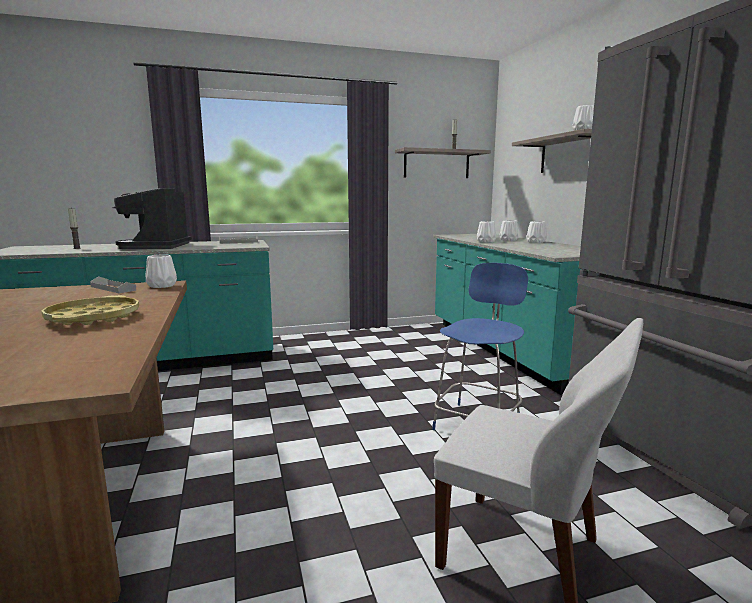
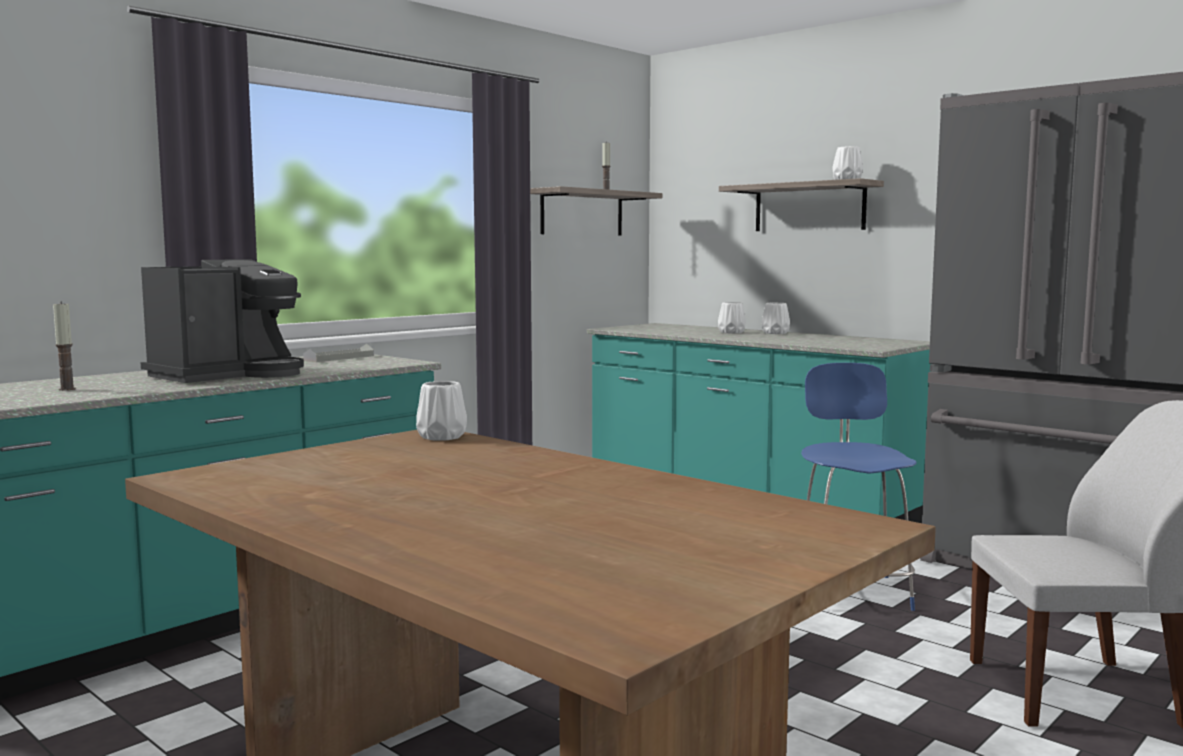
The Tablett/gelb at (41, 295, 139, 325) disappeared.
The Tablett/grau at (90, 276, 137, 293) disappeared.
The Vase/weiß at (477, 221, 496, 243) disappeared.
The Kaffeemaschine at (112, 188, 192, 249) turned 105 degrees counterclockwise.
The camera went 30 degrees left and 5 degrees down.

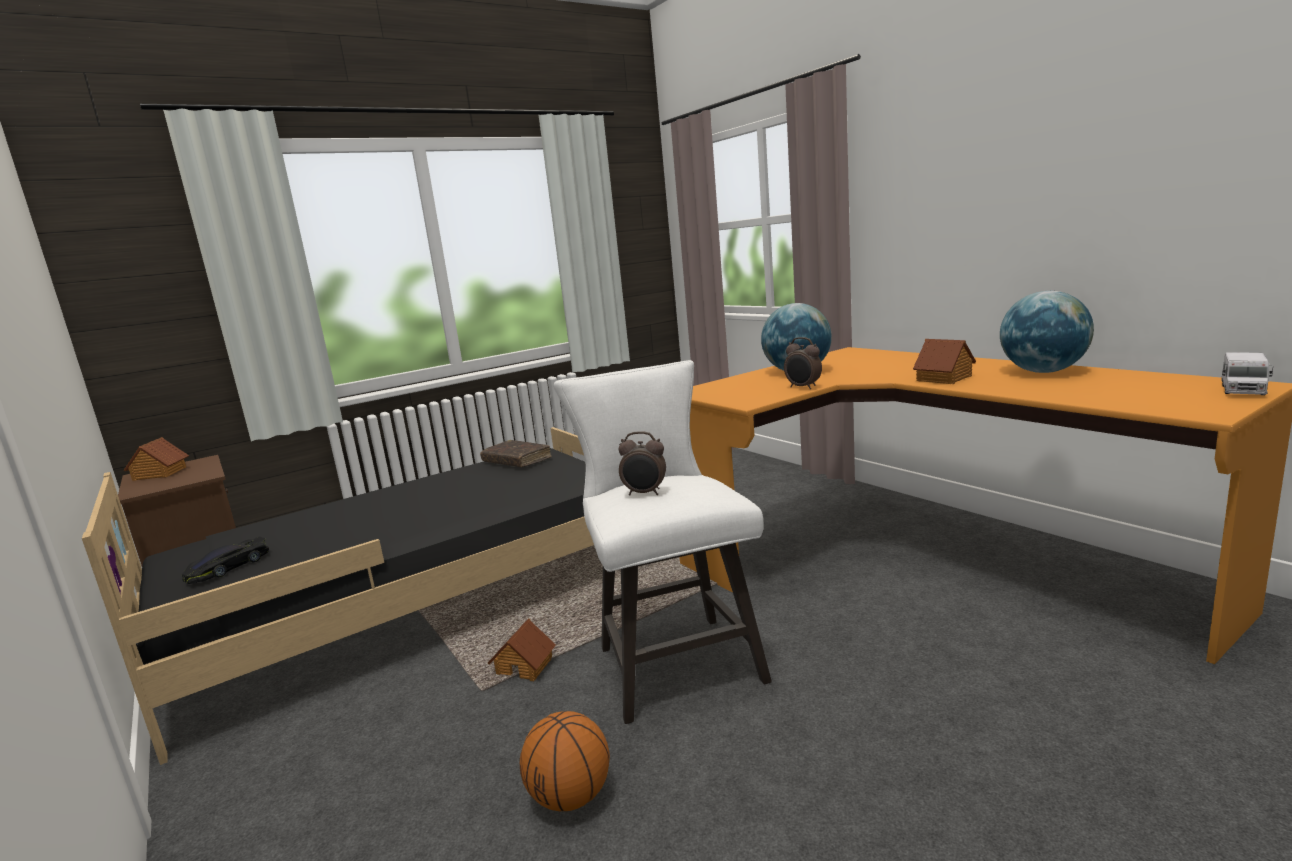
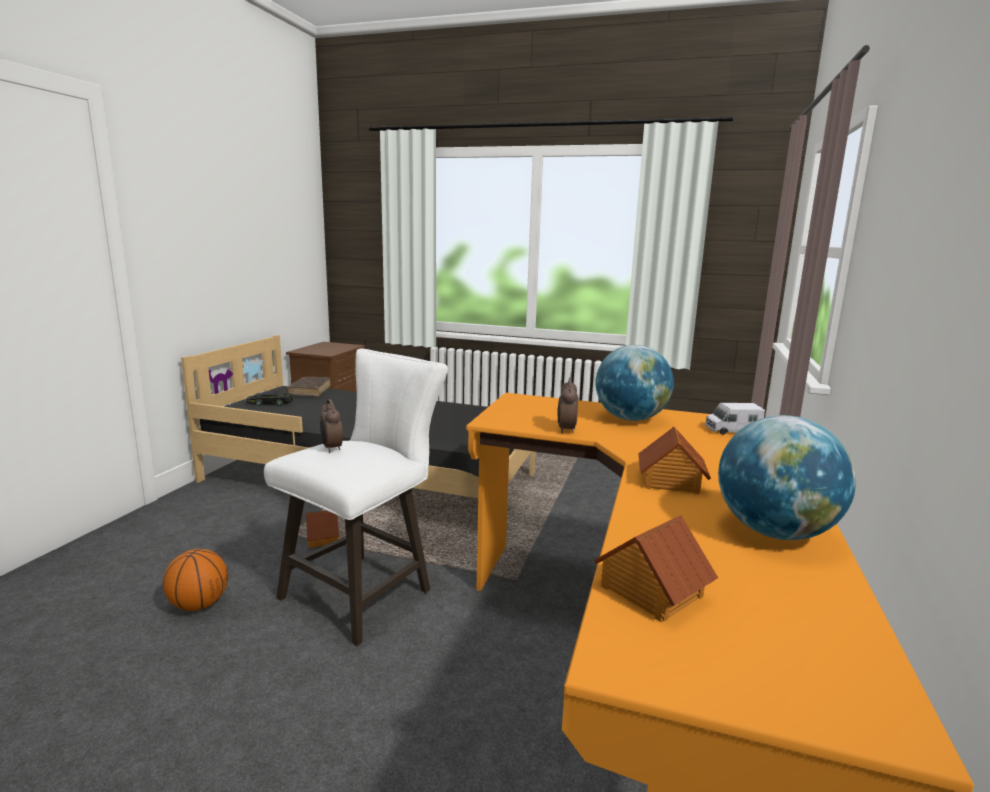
The Spielzeughaus moved from (124, 437, 189, 481) to (594, 515, 718, 622).
The Buch/braun moved from (480, 440, 552, 467) to (287, 377, 331, 397).
The Spielzeuglaster moved from (1221, 352, 1273, 395) to (705, 403, 765, 435).
The camera went 50 degrees right and 0 degrees up.

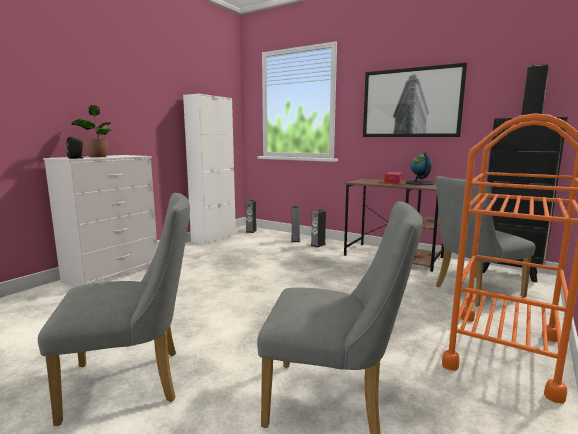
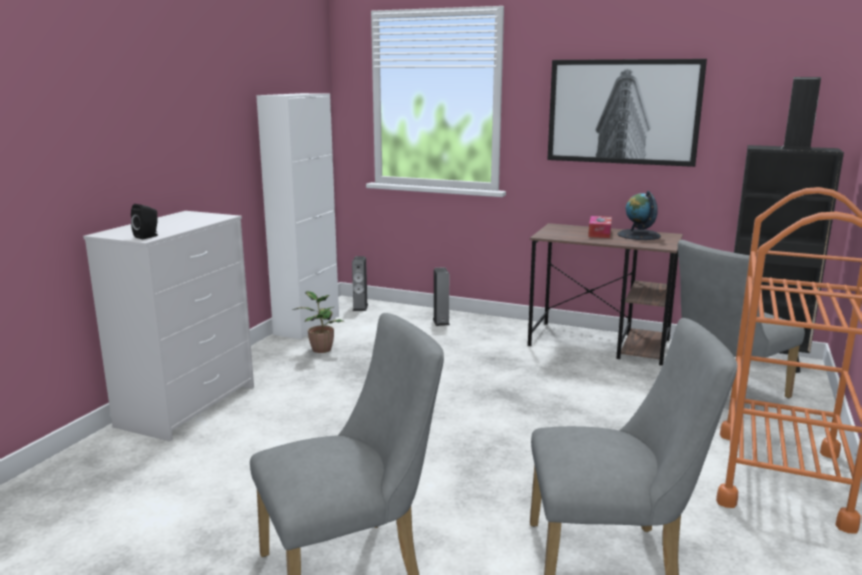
The Lautsprecher at (311, 209, 326, 248) disappeared.
The Topfpflanze moved from (72, 105, 114, 157) to (292, 291, 344, 353).
The camera went 10 degrees left and 5 degrees up.

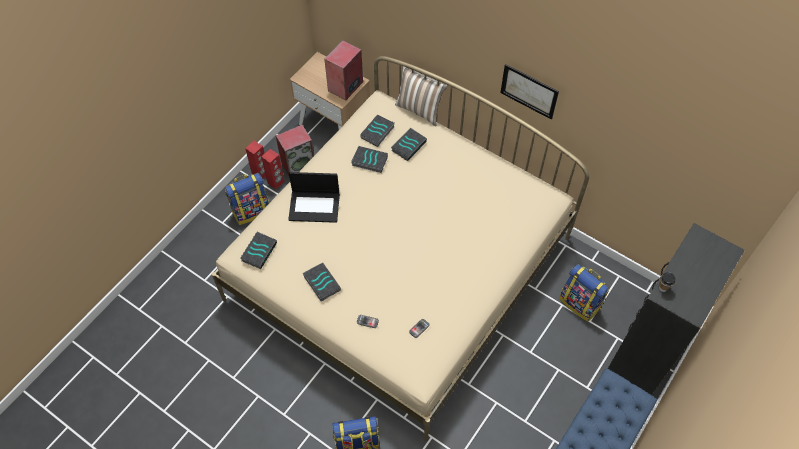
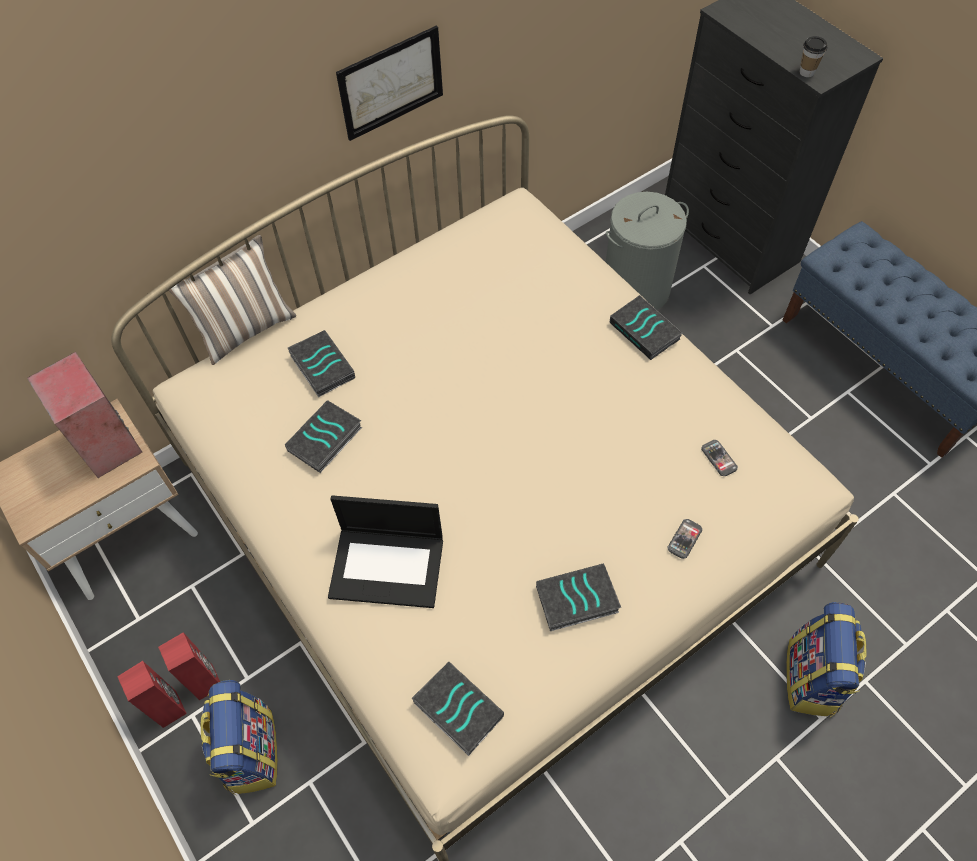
The Lautsprecher at (276, 125, 314, 175) disappeared.
The Buch moved from (360, 114, 394, 147) to (610, 295, 683, 360).
The Rucksack at (559, 264, 609, 322) was replaced by the Wäschekorb/grau at (606, 192, 689, 310).
The Laptop at (288, 172, 340, 223) turned 75 degrees clockwise.
The camera went 70 degrees left and 0 degrees up.

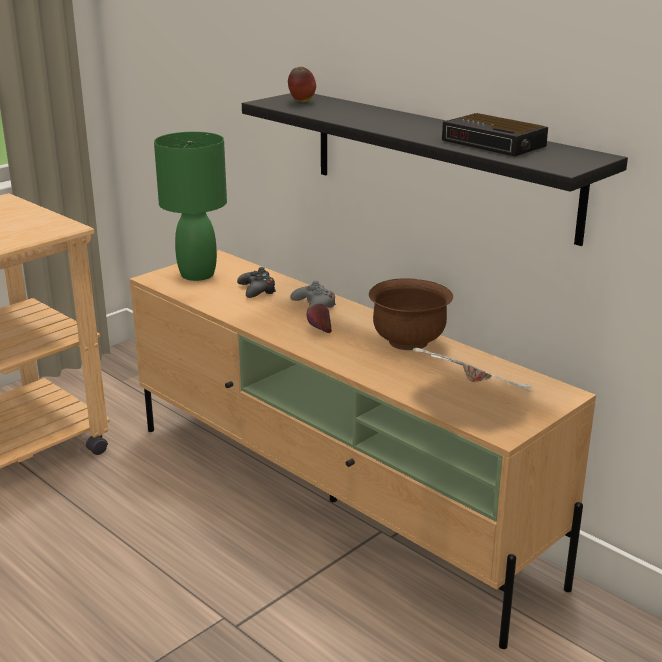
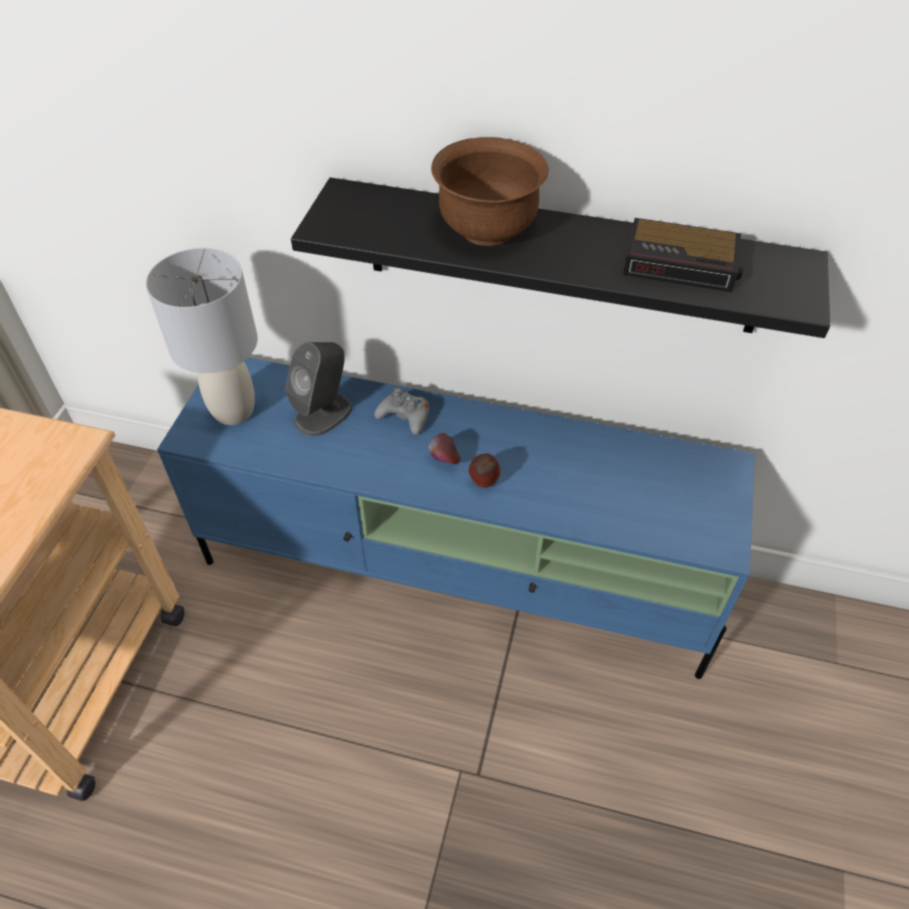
The Zeitung at (413, 348, 533, 393) disappeared.
The Apfel moved from (288, 67, 316, 102) to (469, 453, 500, 488).
The Schüssel/braun moved from (369, 278, 453, 350) to (431, 137, 549, 246).
The Gamepad/schwarz at (237, 267, 276, 298) was replaced by the Lautsprecher/grau at (285, 342, 352, 436).
The Fernsehschrank/beige at (130, 250, 596, 649) became the Fernsehschrank/blau at (157, 358, 755, 679).
The Tischlampe/grün at (154, 132, 227, 281) became the Tischlampe/grau at (146, 248, 258, 425).
The camera went 30 degrees left and 25 degrees up.

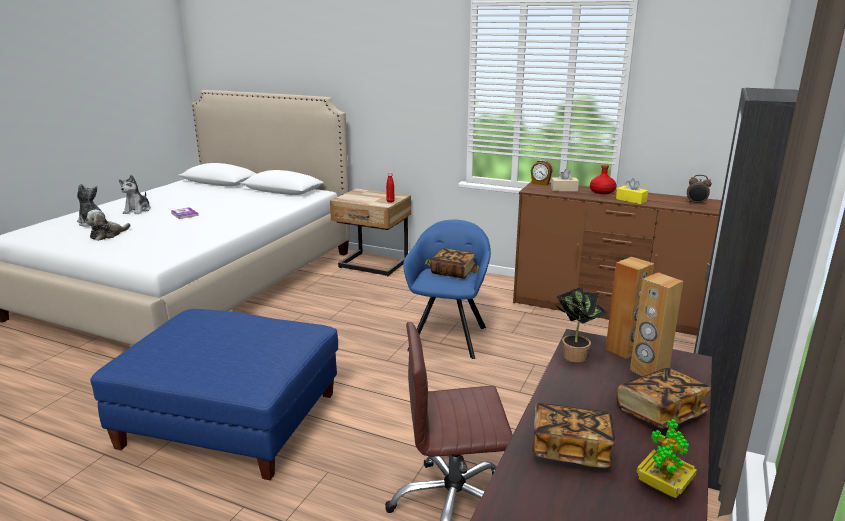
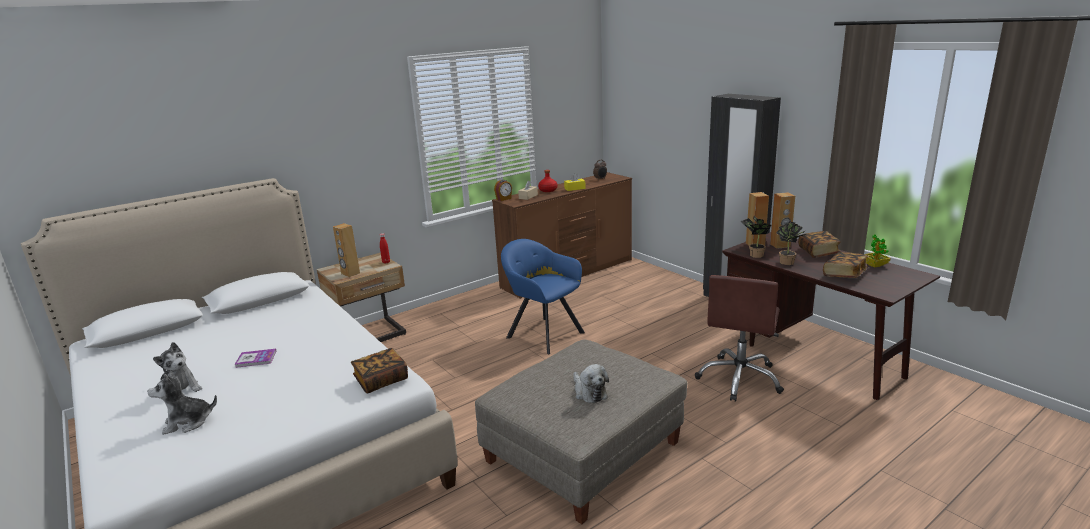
The Lautsprecher/braun at (333, 223, 360, 277) appeared.
The Topfpflanze at (776, 222, 806, 265) appeared.
The Plüschtier moved from (85, 210, 131, 241) to (573, 364, 609, 403).
The Buch moved from (430, 248, 476, 279) to (351, 348, 408, 393).
The Polsterhocker/blau at (90, 309, 338, 480) became the Polsterhocker/grau at (475, 339, 687, 524).
The camera went 60 degrees left and 0 degrees up.

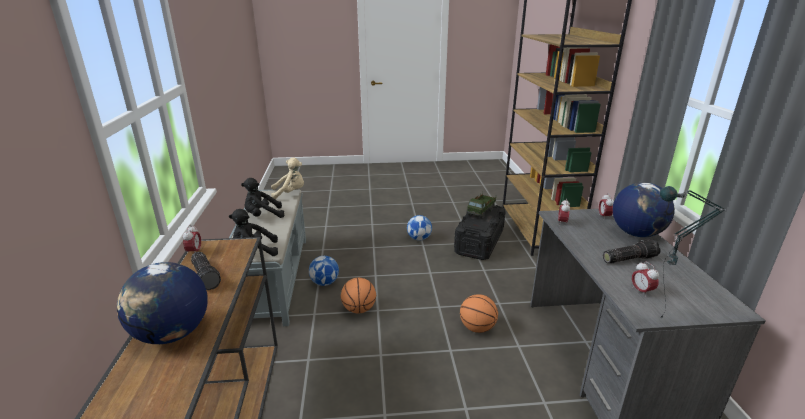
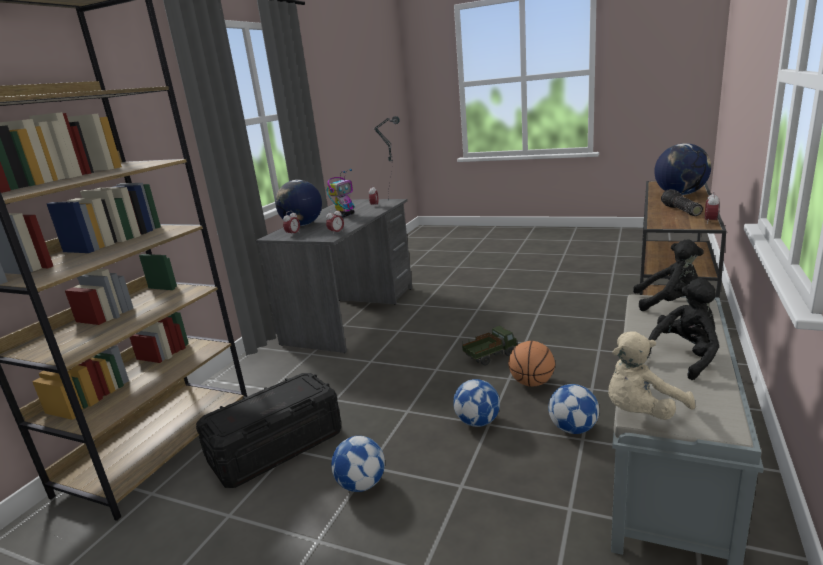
The Basketball at (460, 294, 498, 333) disappeared.
The Fußball at (453, 379, 500, 427) appeared.
The Spielzeuglaster moved from (467, 192, 496, 219) to (462, 326, 518, 365).
The Taschenlampe at (603, 239, 661, 263) was replaced by the Spielzeugroboter at (326, 169, 355, 217).
The Plüschtier/schwarz at (241, 178, 284, 218) turned 45 degrees counterclockwise.
The Plüschtier/beige at (271, 157, 304, 199) turned 45 degrees counterclockwise.
The camera went 150 degrees left and 5 degrees down.

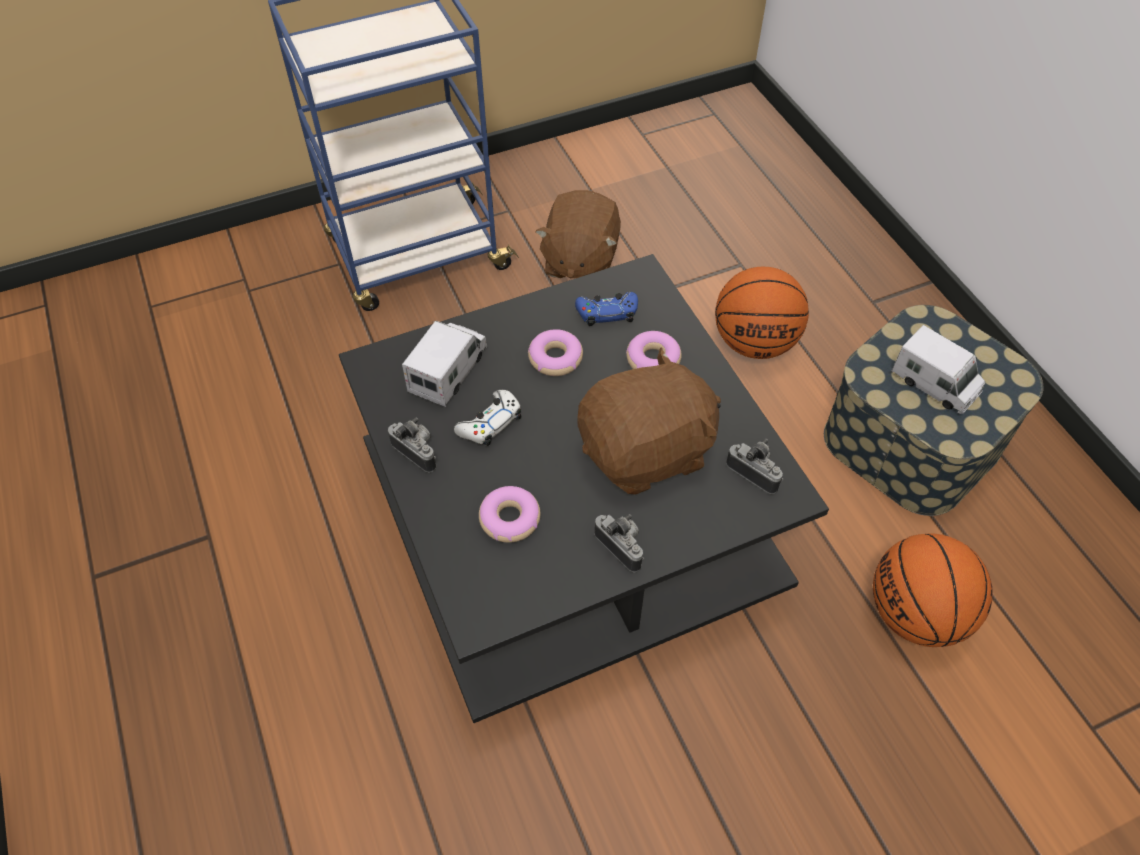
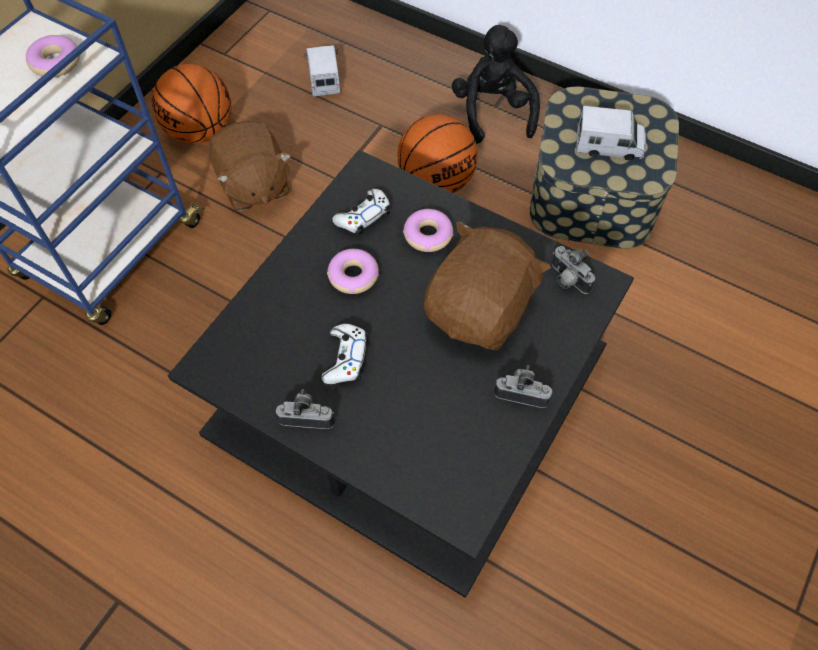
The Plüschtier/schwarz at (452, 25, 540, 144) appeared.
The Spielzeuglaster moved from (402, 321, 487, 407) to (304, 45, 341, 96).
The Donut moved from (479, 486, 541, 543) to (26, 35, 80, 77).
The Basketball moved from (873, 533, 993, 647) to (152, 64, 231, 144).
The Gamepad/blau at (575, 292, 638, 326) became the Gamepad/weiß at (332, 189, 390, 235).
The Kamera at (726, 439, 783, 494) turned 135 degrees counterclockwise.
The camera went 35 degrees left and 5 degrees up.

